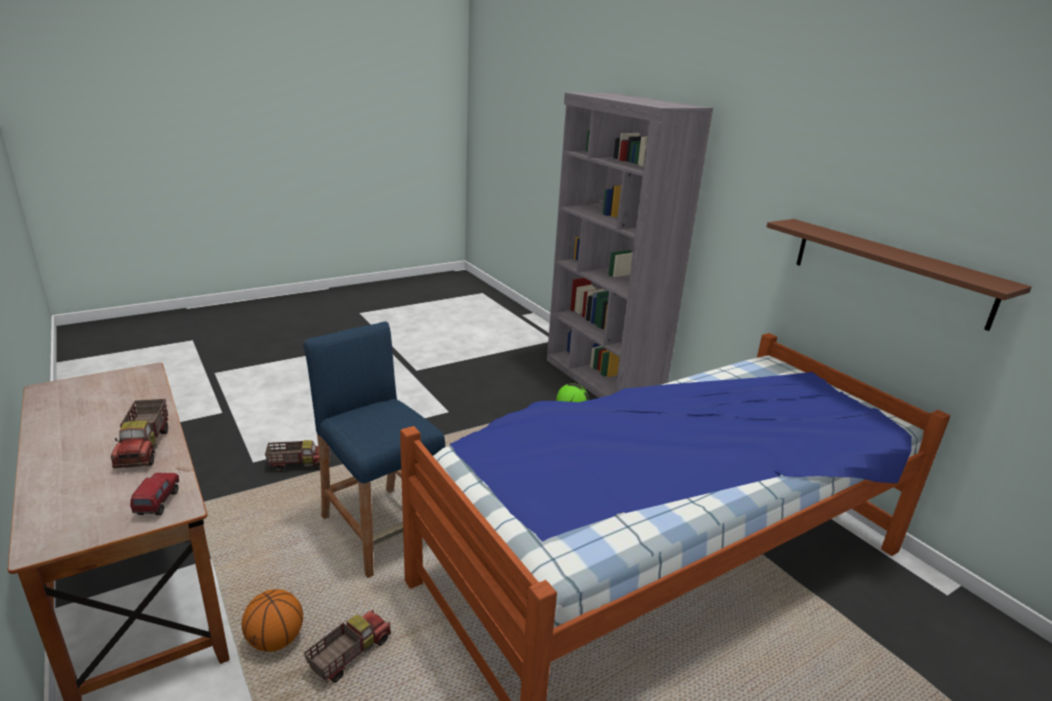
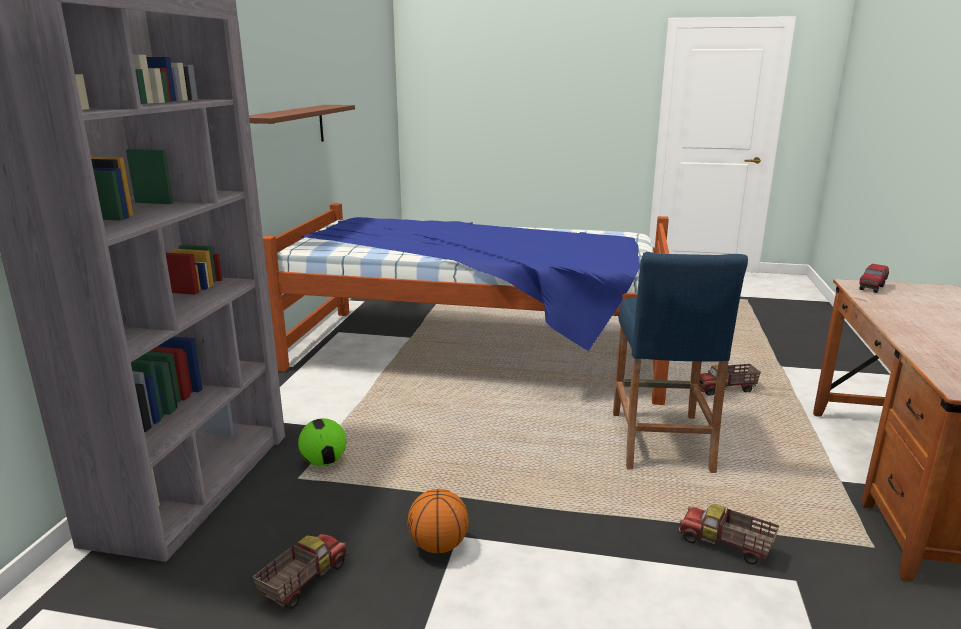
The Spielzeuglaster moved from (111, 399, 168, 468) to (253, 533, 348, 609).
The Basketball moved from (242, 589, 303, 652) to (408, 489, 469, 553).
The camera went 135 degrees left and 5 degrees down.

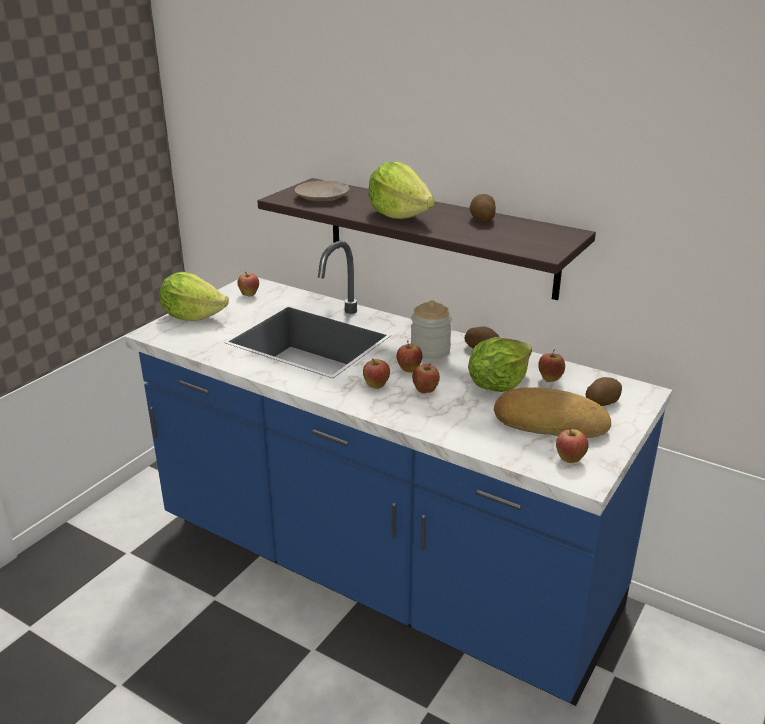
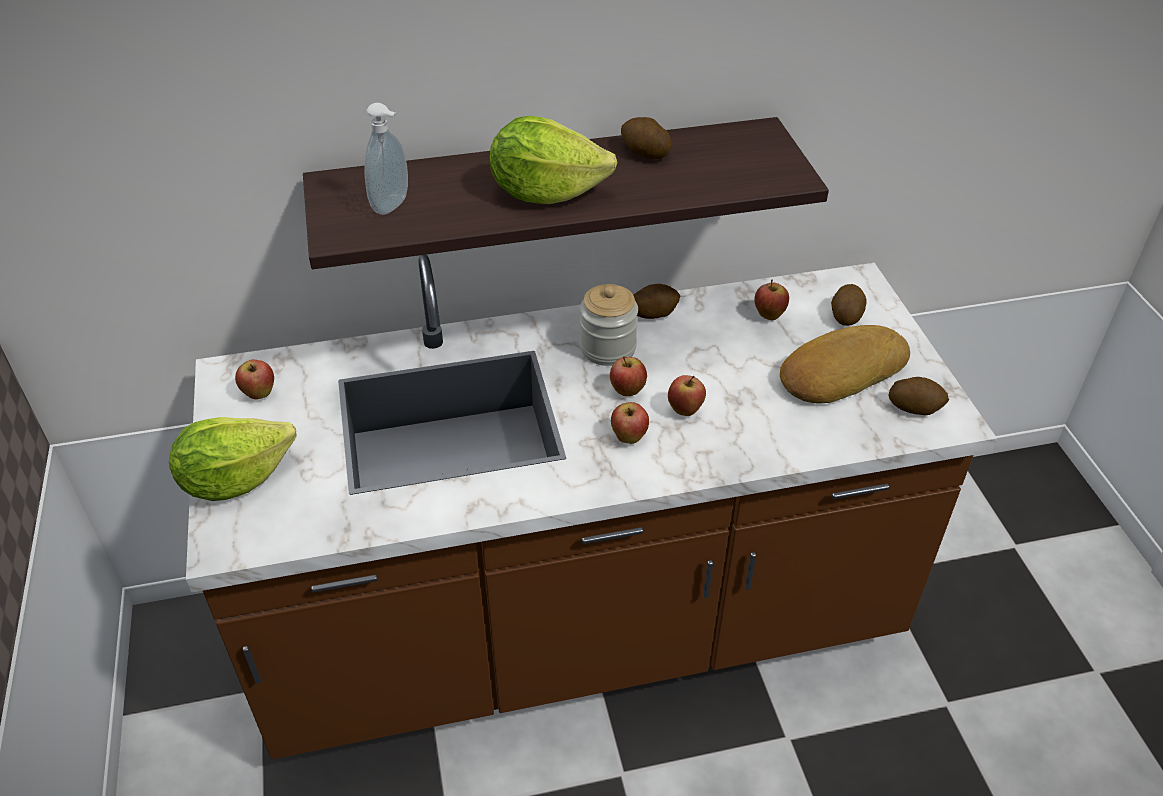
The Salatkopf at (468, 337, 532, 392) disappeared.
The Teller/beige at (295, 181, 350, 201) was replaced by the Seifenspender at (364, 103, 408, 215).
The Apfel at (556, 427, 589, 463) was replaced by the Kartoffel at (889, 377, 949, 416).
The Küchenzeile/blau at (125, 241, 672, 706) became the Küchenzeile/braun at (186, 255, 997, 759).
The camera went 45 degrees left and 15 degrees up.

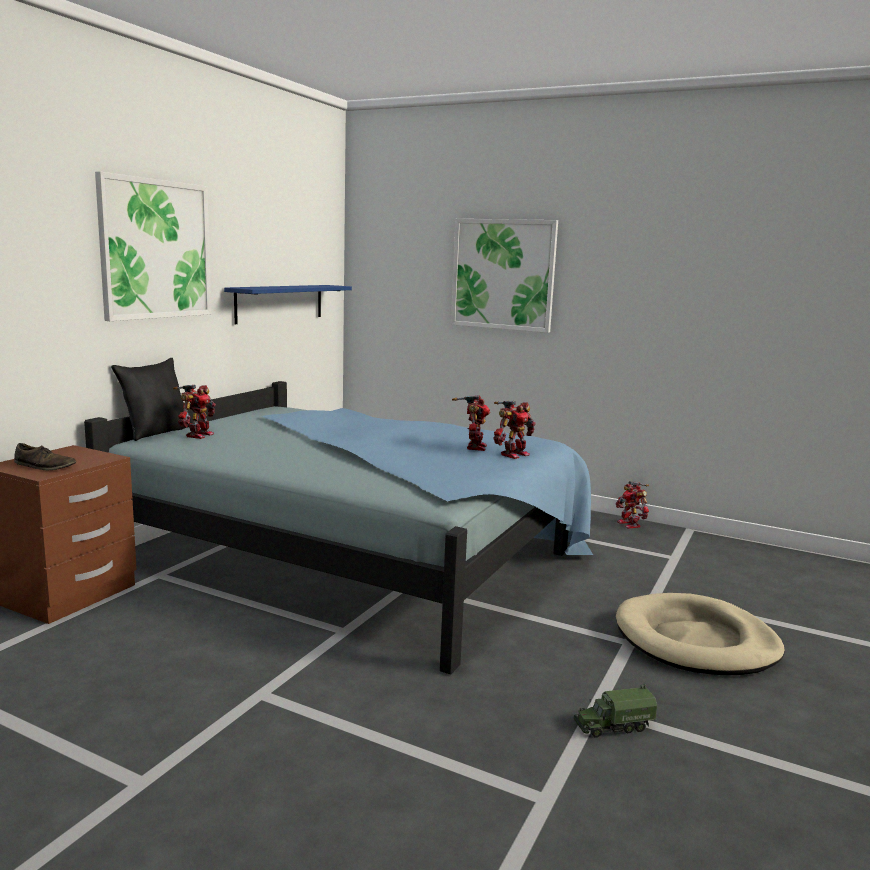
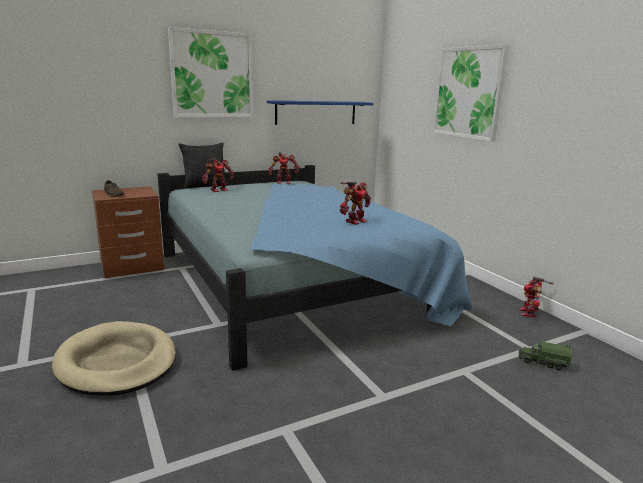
The Spielzeugroboter moved from (493, 401, 536, 459) to (268, 152, 300, 183).
The Spielzeuglaster moved from (574, 684, 657, 737) to (519, 341, 572, 370).
The Hundebett/beige moved from (616, 593, 785, 675) to (52, 321, 176, 396).
The camera went 35 degrees right and 5 degrees up.

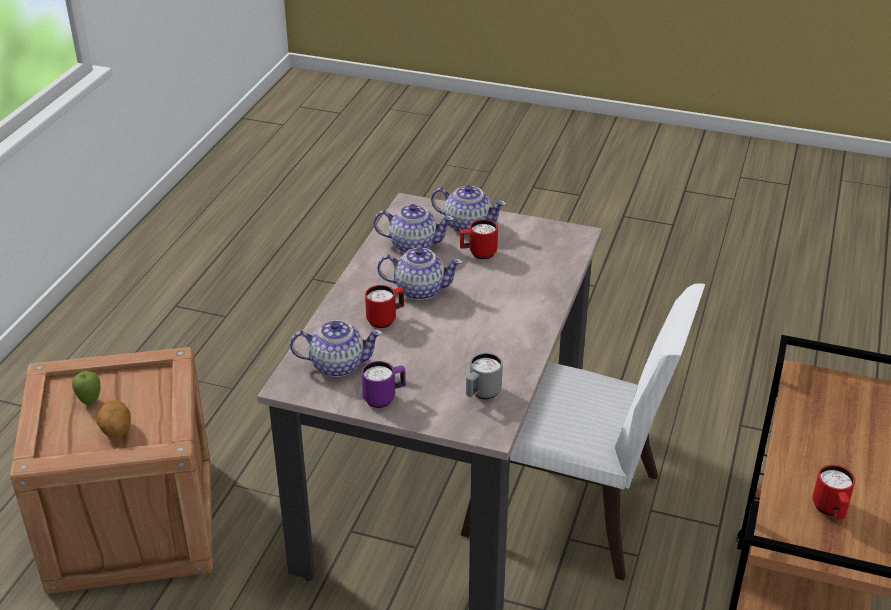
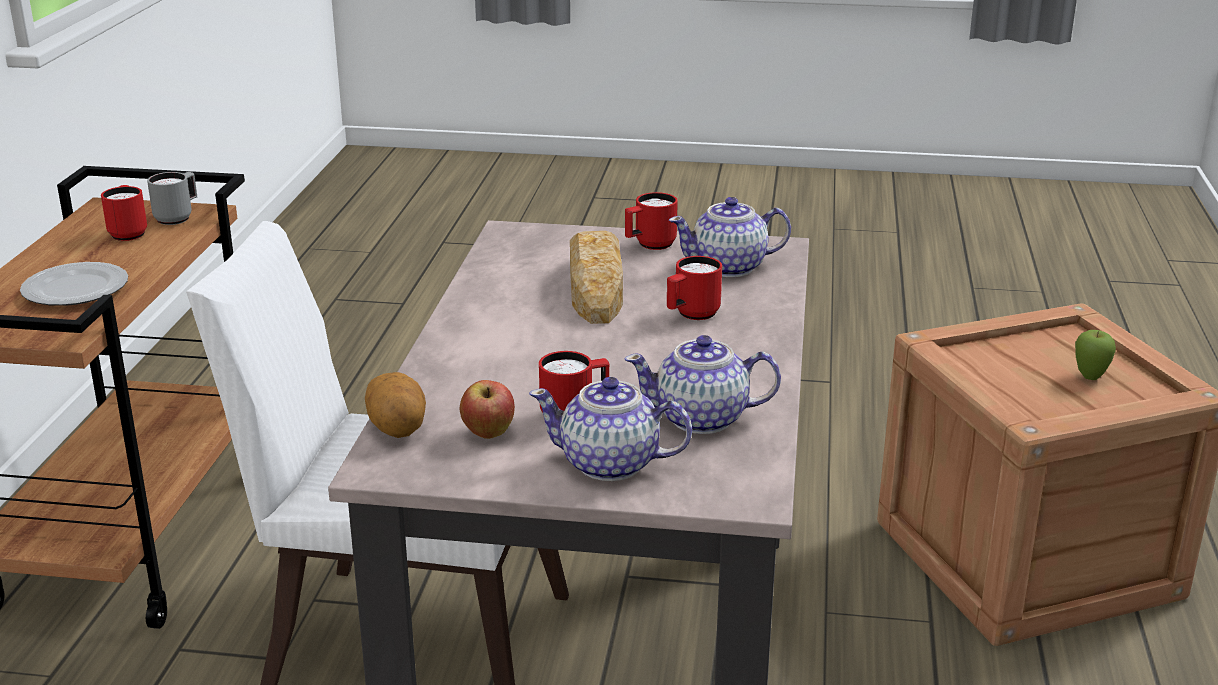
The Teekanne at (377, 248, 463, 300) disappeared.
The Teller at (20, 262, 128, 306) appeared.
The Apfel at (460, 380, 515, 439) appeared.
The Brot at (570, 231, 623, 324) appeared.
The Kartoffel moved from (97, 400, 131, 438) to (365, 372, 426, 438).
The Henkelbecher/grau moved from (466, 353, 503, 399) to (147, 172, 197, 225).
The Henkelbecher/lila at (362, 361, 406, 408) became the Henkelbecher/rot at (625, 192, 678, 250).
The camera went 170 degrees right and 10 degrees down.

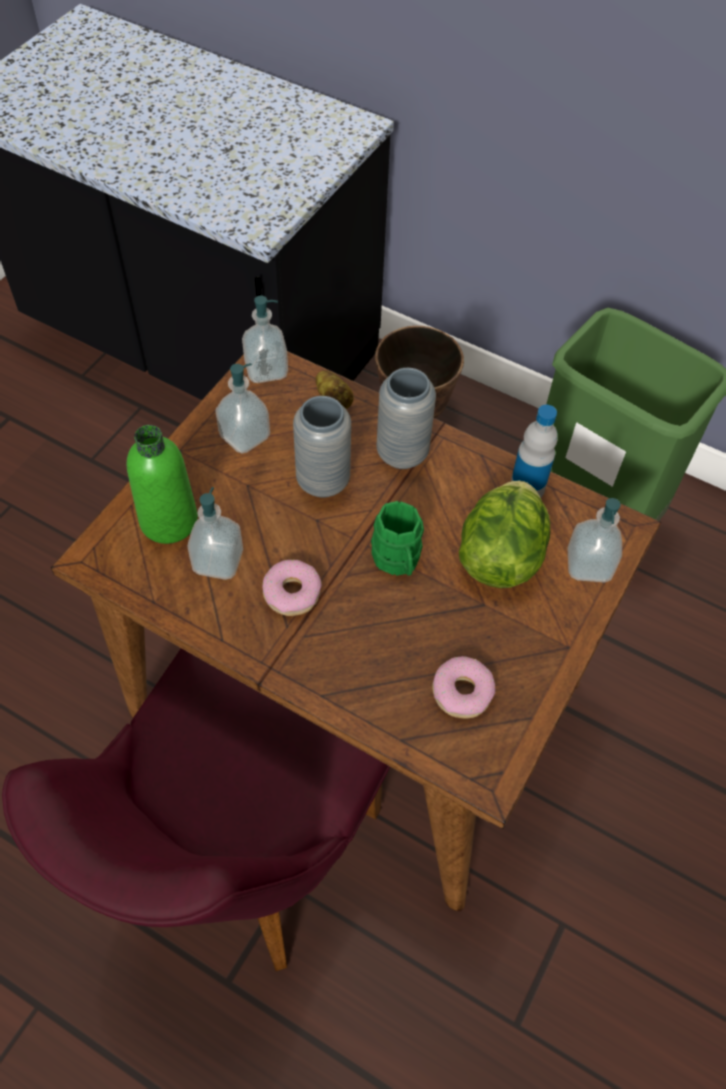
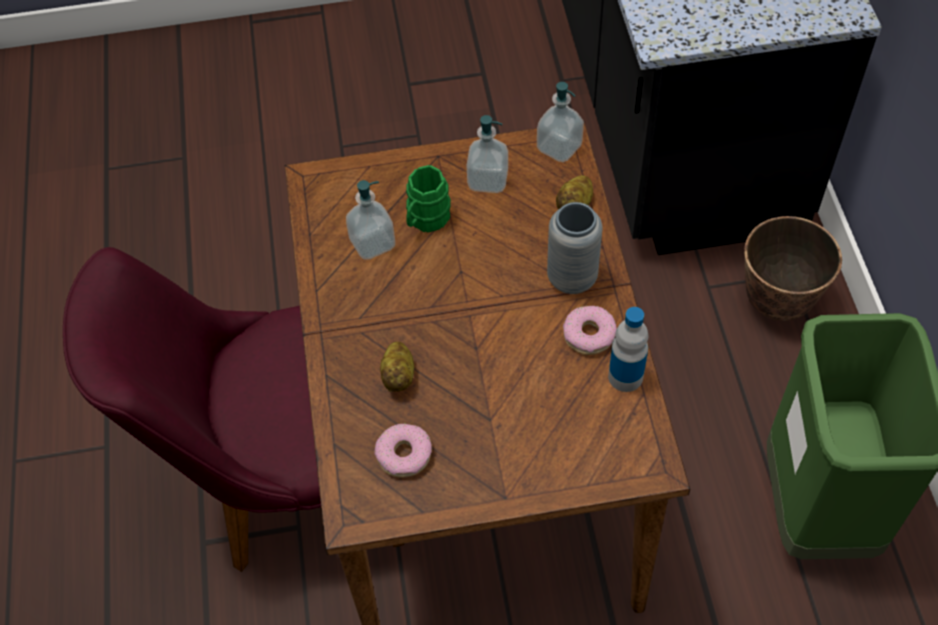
The Flasche/grün at (127, 425, 198, 544) disappeared.
The Vase/grau at (293, 396, 351, 498) disappeared.
The Salatkopf at (459, 481, 550, 588) disappeared.
The Seifenspender at (568, 498, 622, 583) disappeared.
The Kartoffel at (380, 342, 414, 392) appeared.
The Donut moved from (263, 560, 322, 616) to (563, 306, 617, 355).
The Henkelbecher/grün moved from (371, 501, 424, 576) to (406, 165, 451, 233).
The camera went 55 degrees right and 0 degrees up.

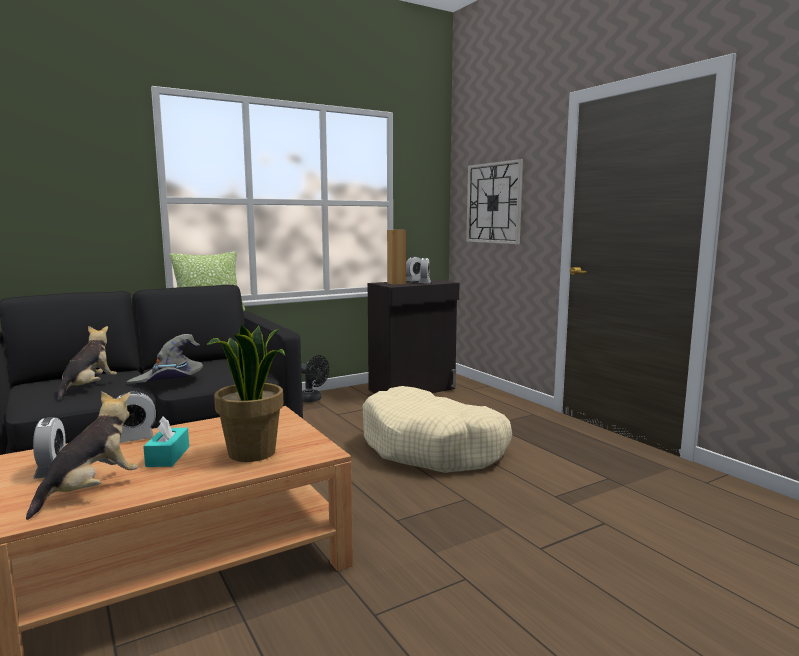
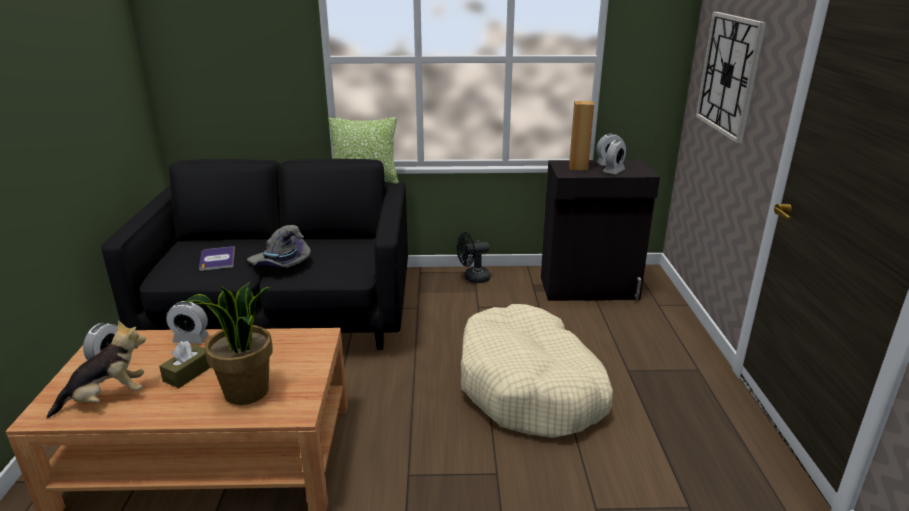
The Plüschtier at (57, 326, 117, 401) was replaced by the Buch at (199, 246, 235, 271).
The Taschentuchbox/türkis at (143, 416, 189, 467) became the Taschentuchbox/braun at (159, 341, 211, 388).
The Ventilator/schwarz at (301, 355, 329, 402) turned 105 degrees clockwise.
The camera went 30 degrees right and 15 degrees up.

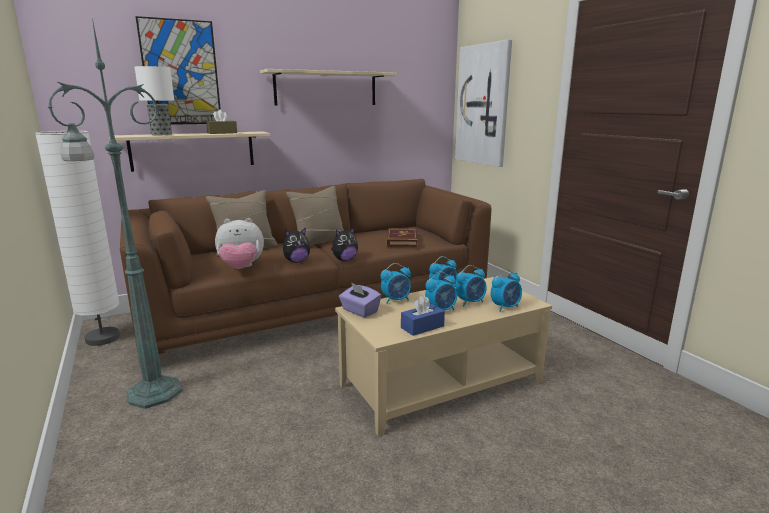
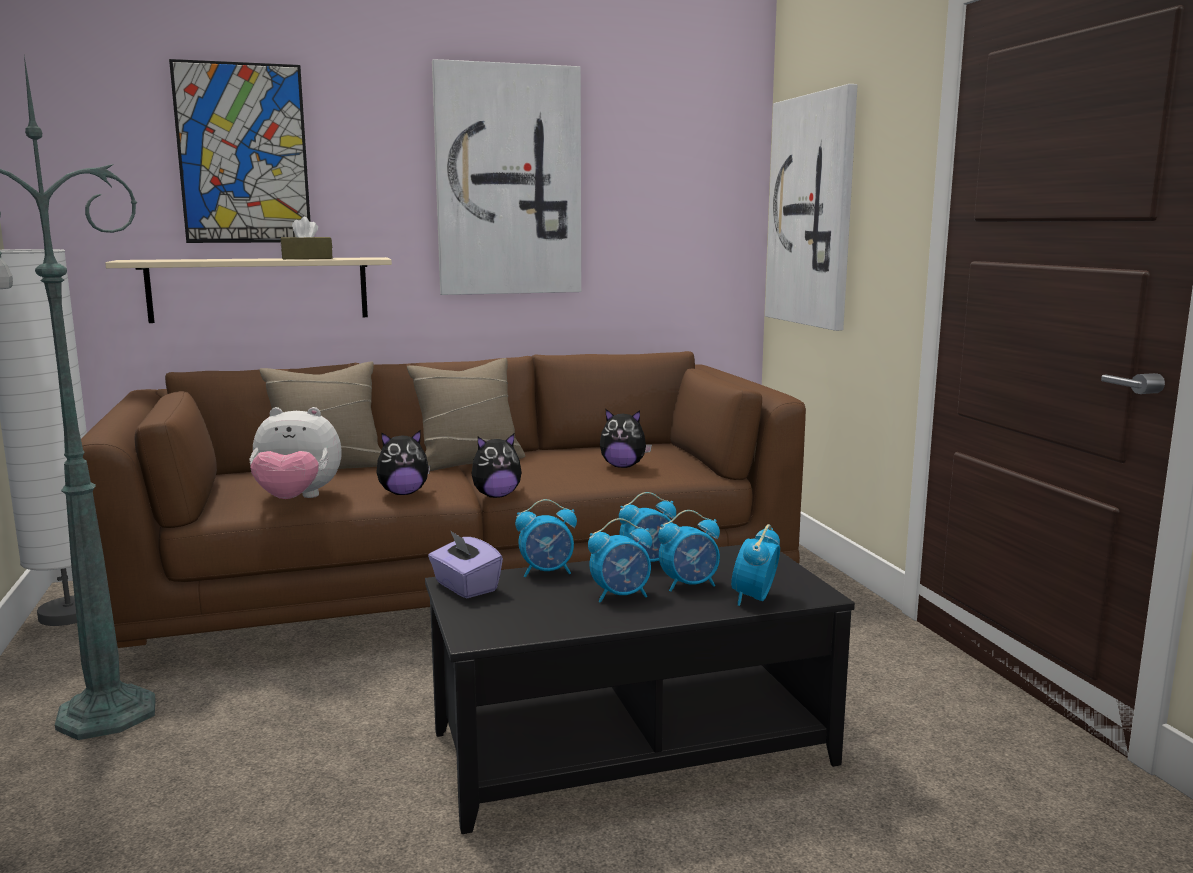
The Tischlampe at (135, 66, 174, 135) disappeared.
The Taschentuchbox/blau at (401, 295, 445, 336) disappeared.
The Wandregal/beige at (260, 69, 397, 105) was replaced by the Bild at (432, 59, 581, 295).
The Buch at (387, 229, 418, 247) was replaced by the Plüschtier at (600, 409, 652, 468).
The Couchtisch/beige at (335, 277, 552, 436) became the Couchtisch/schwarz at (425, 545, 855, 834).
The Wecker at (491, 269, 522, 311) turned 135 degrees clockwise.
The camera went 10 degrees right and 5 degrees down.

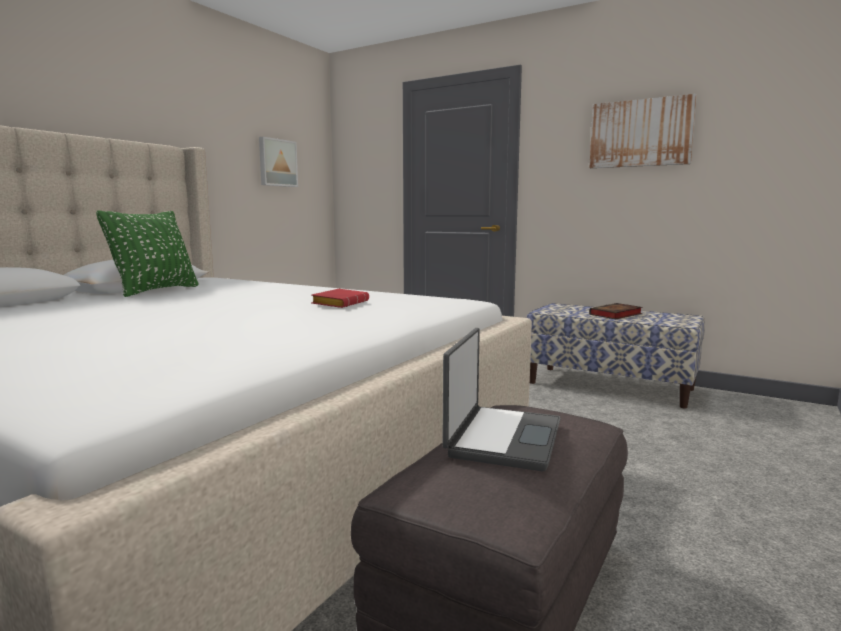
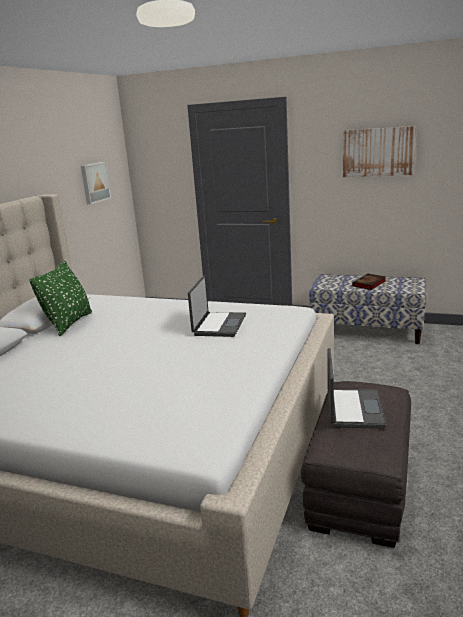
The Buch/rot at (311, 289, 369, 308) was replaced by the Laptop at (188, 275, 246, 337).
The camera went 10 degrees left and 10 degrees up.

